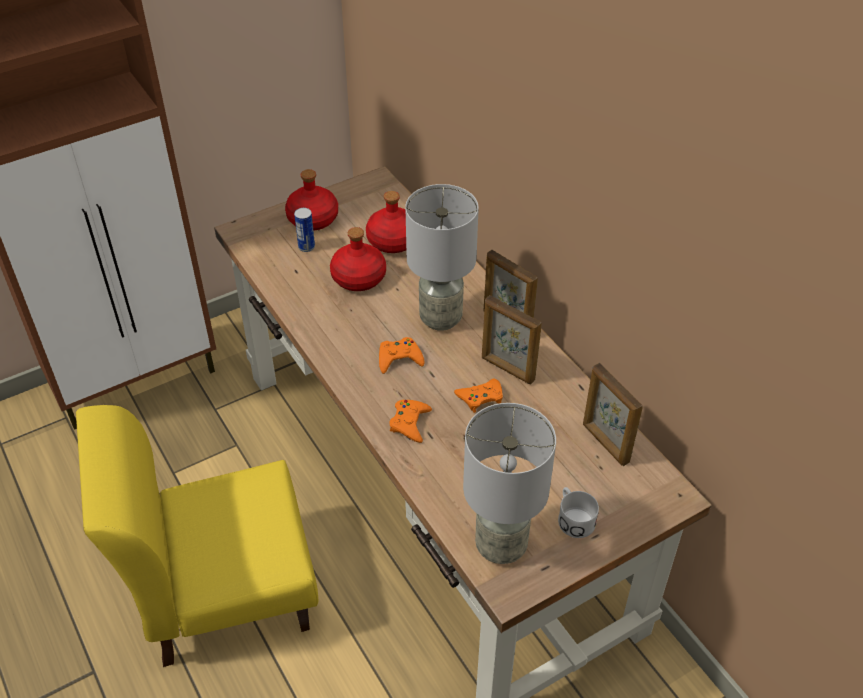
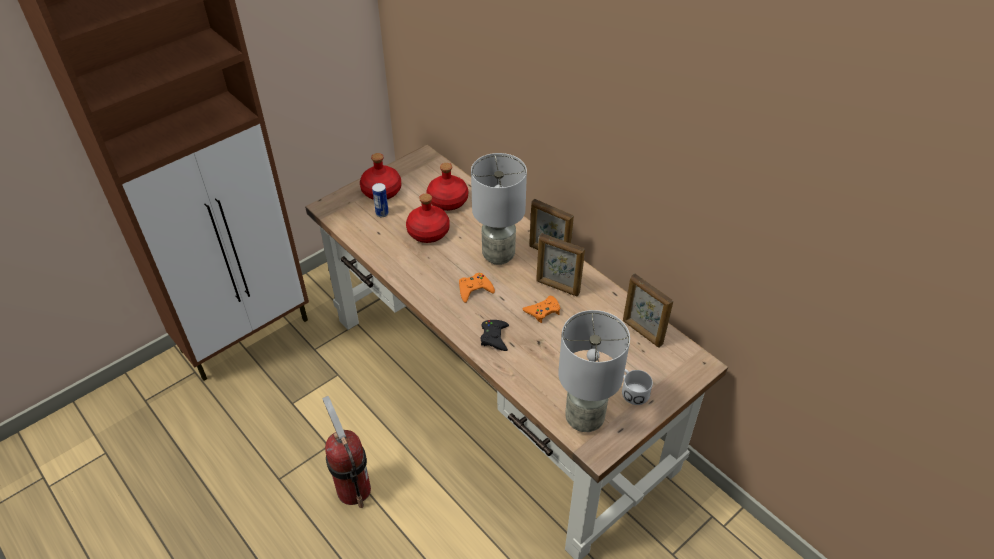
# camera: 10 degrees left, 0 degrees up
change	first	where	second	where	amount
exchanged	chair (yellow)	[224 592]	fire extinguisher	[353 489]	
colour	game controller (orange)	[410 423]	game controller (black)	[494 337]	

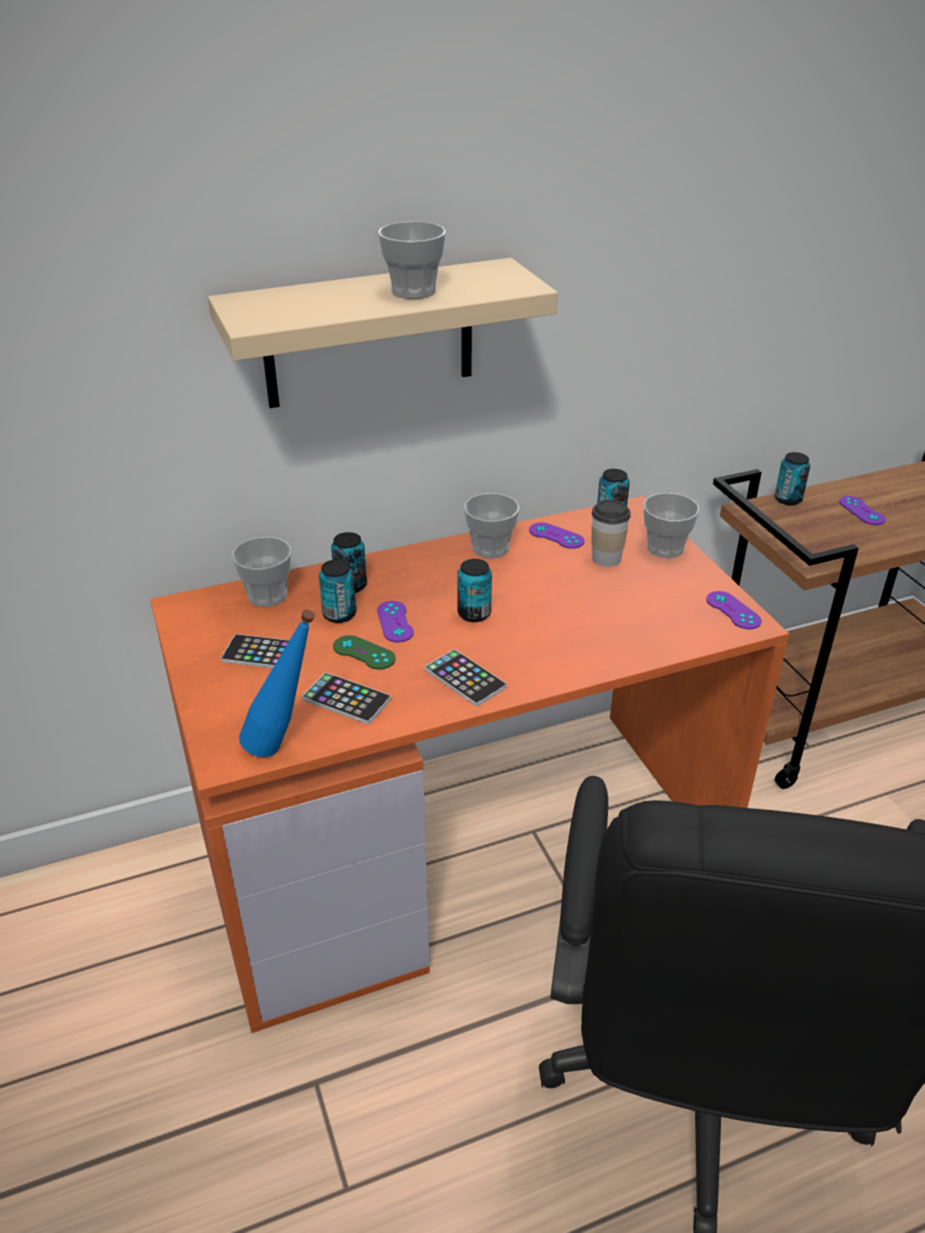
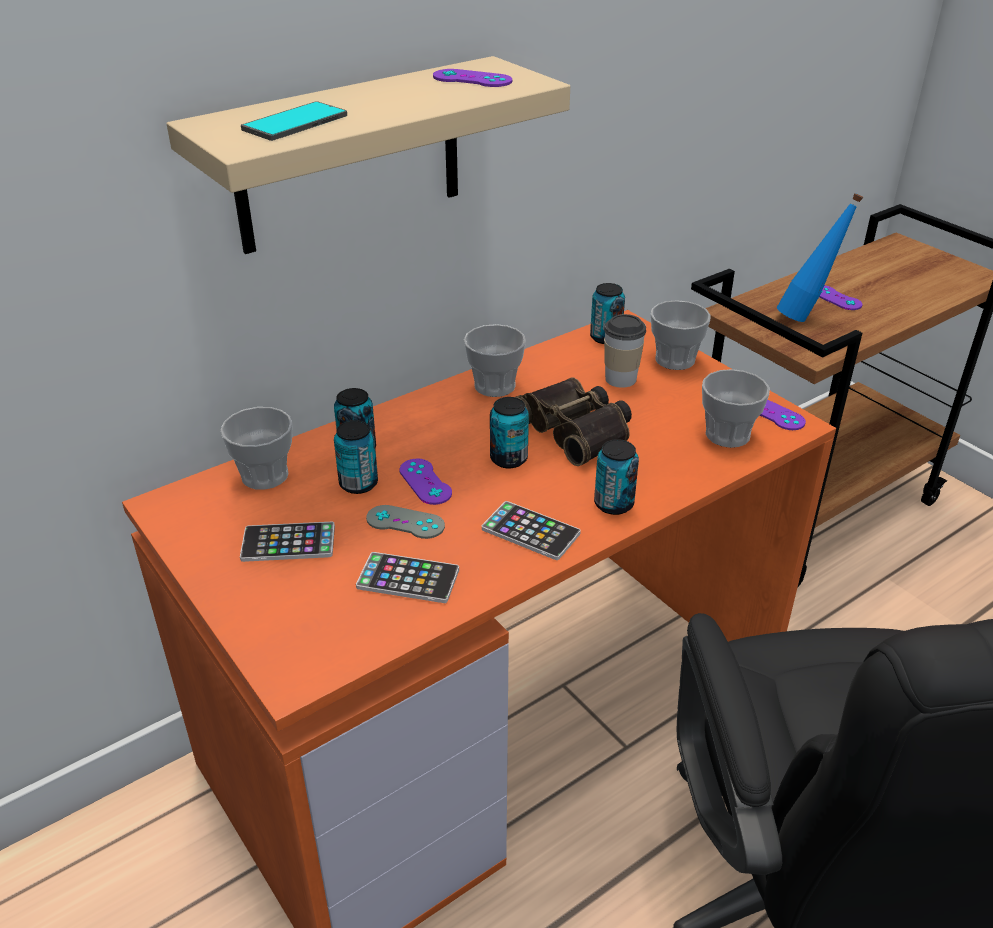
# camera: 15 degrees left, 0 degrees up
change	first	where	second	where	amount
relocated	bottle (blue)	[285 747]		[806 316]	
colour	game controller (green)	[364 653]	game controller (grey)	[405 522]	
relocated	cup	[413 291]		[727 435]	
relocated	game controller (purple)	[556 536]		[472 79]	
relocated	can	[788 499]		[613 504]	
appeared			phone	[295 123]	
appeared			binoculars	[577 429]	

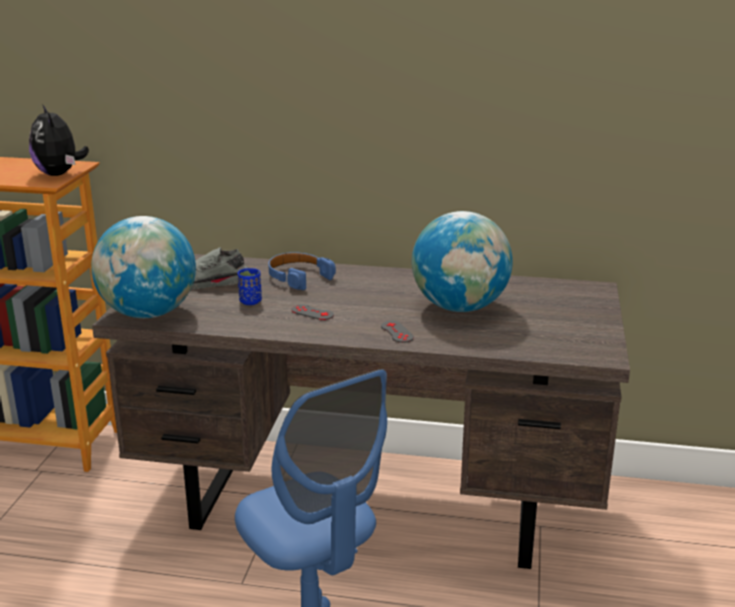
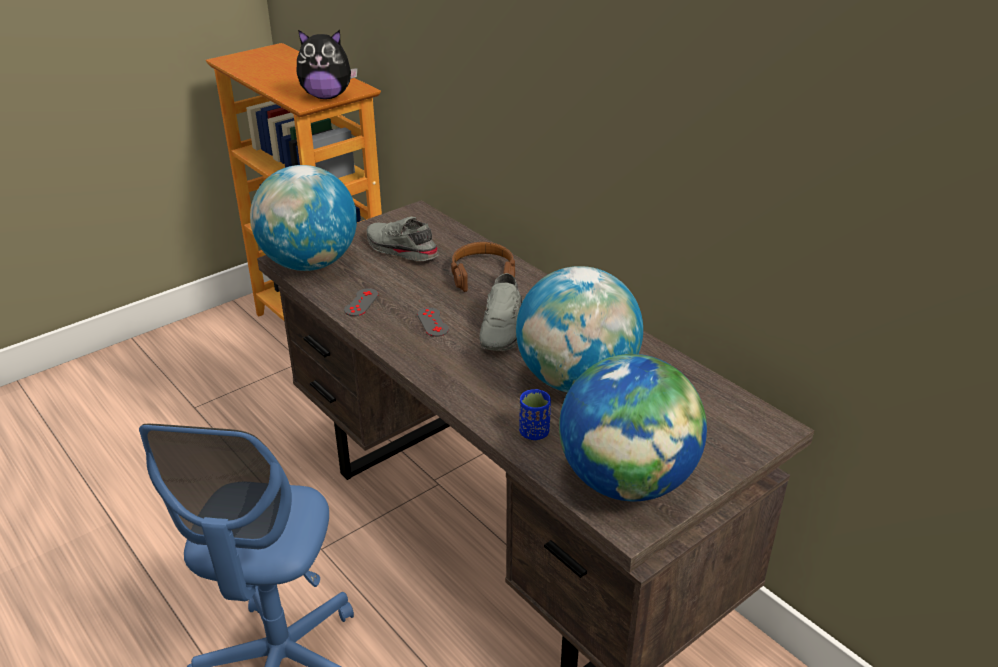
# camera: 40 degrees right, 10 degrees up
change	first	where	second	where	amount
spun	plush toy	[60 174]		[327 96]	105 degrees counterclockwise
relocated	cup (blue)	[250 301]		[534 432]	
colour	headphones (blue)	[298 277]	headphones (brown)	[483 274]	
relocated	game controller (grey)	[397 332]		[361 302]	
appeared			shoe (grey)	[504 329]	
appeared			globe	[627 481]	

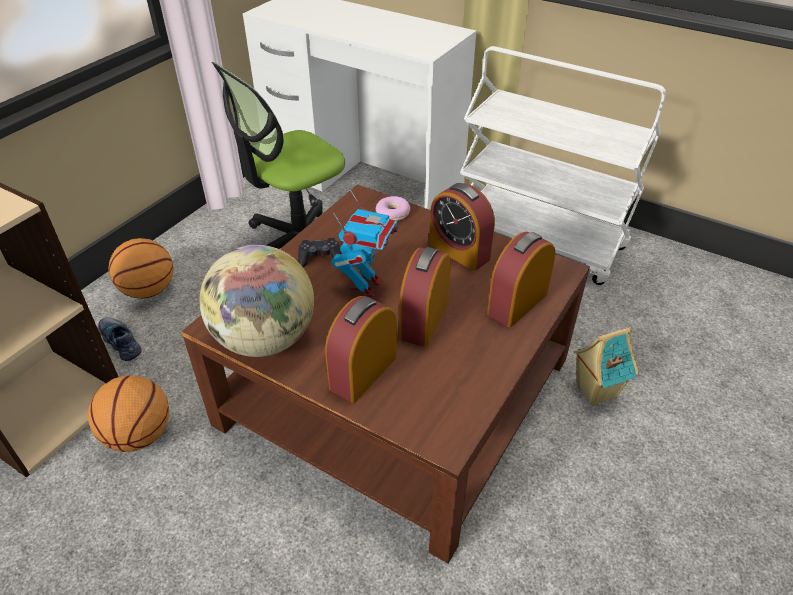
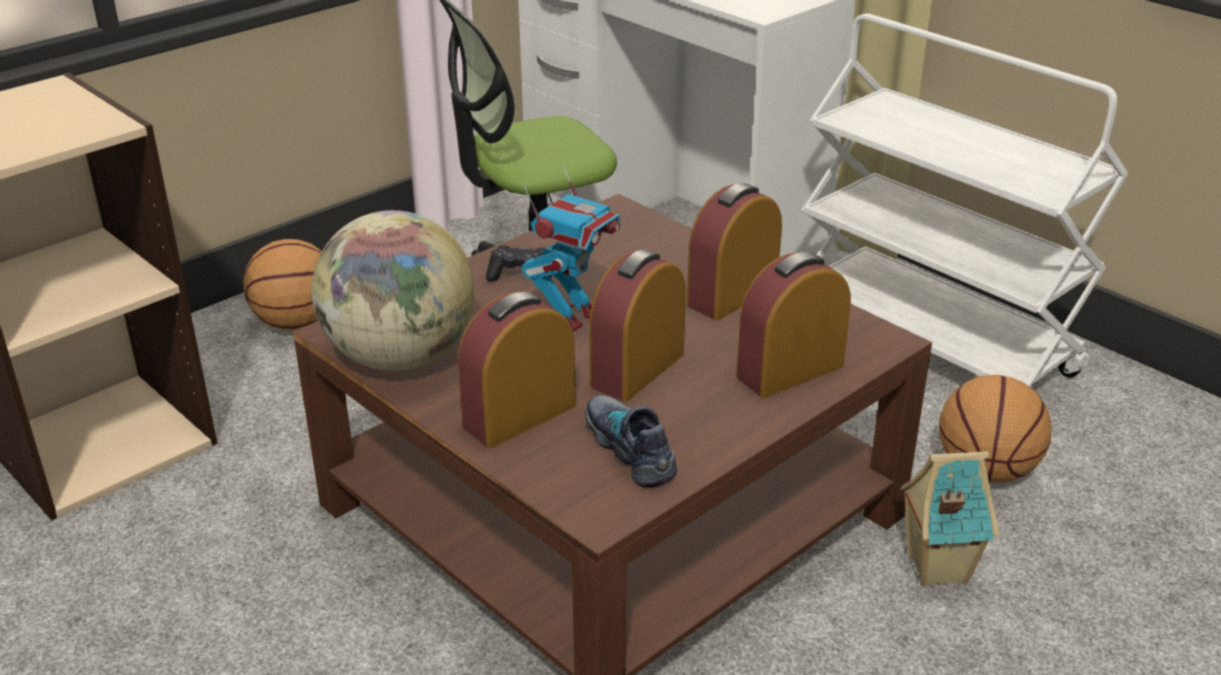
# camera: 15 degrees right, 10 degrees down
change	first	where	second	where	amount
relocated	basketball	[139 436]		[987 471]	
relocated	shoe	[121 341]		[631 449]	
missing	donut	[393 214]			
spun	alarm clock	[459 251]		[732 295]	75 degrees clockwise

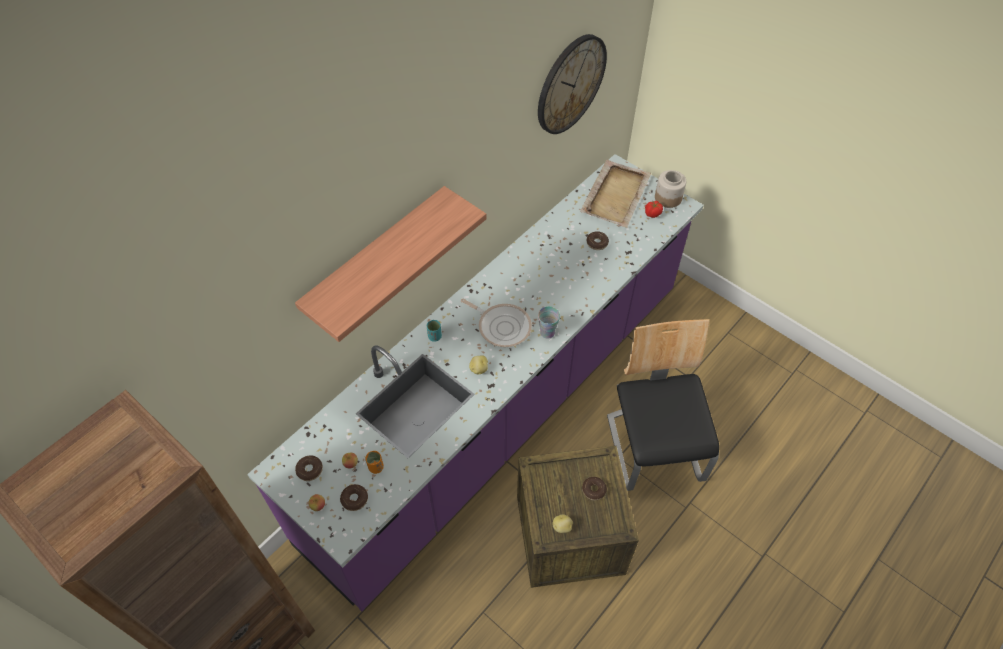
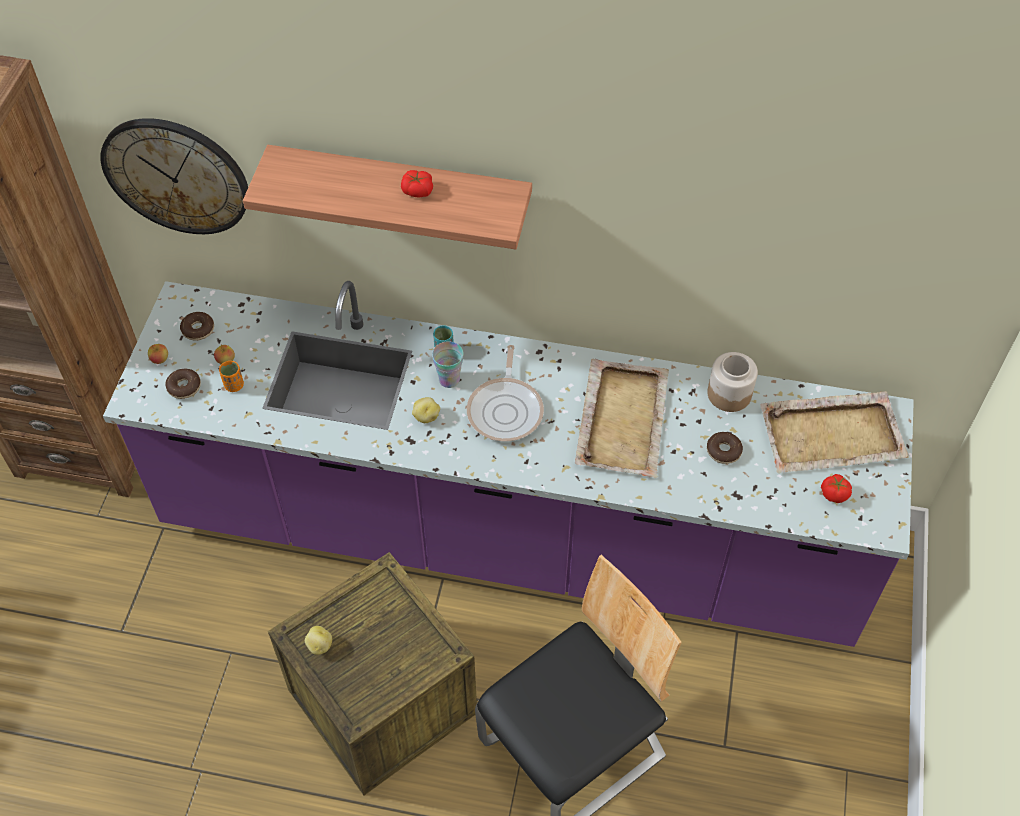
# camera: 60 degrees right, 0 degrees up
change	first	where	second	where	amount
relocated	wall clock	[570 84]		[176 175]	
relocated	cup	[547 332]		[449 379]	
missing	donut	[593 490]			
relocated	jar	[667 198]		[729 393]	
appeared			tomato	[417 190]	
appeared			tray (beige)	[623 419]	

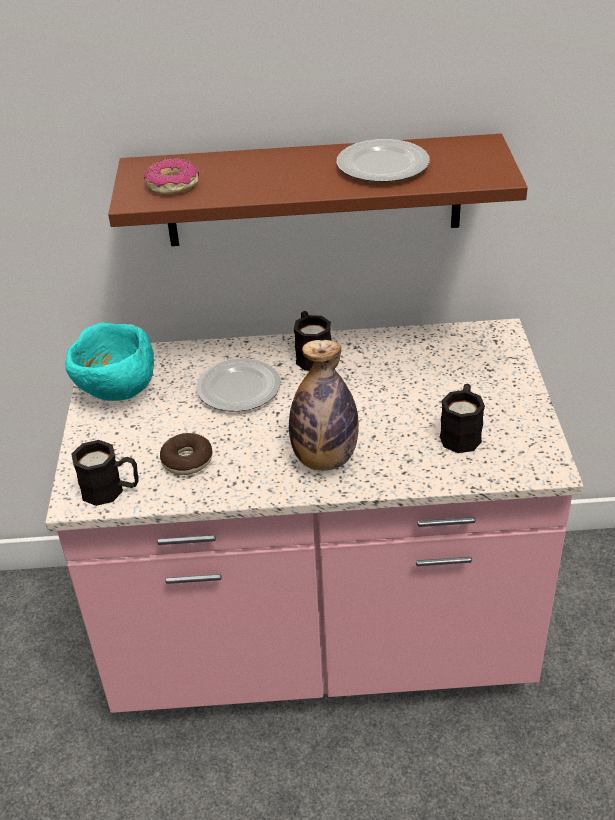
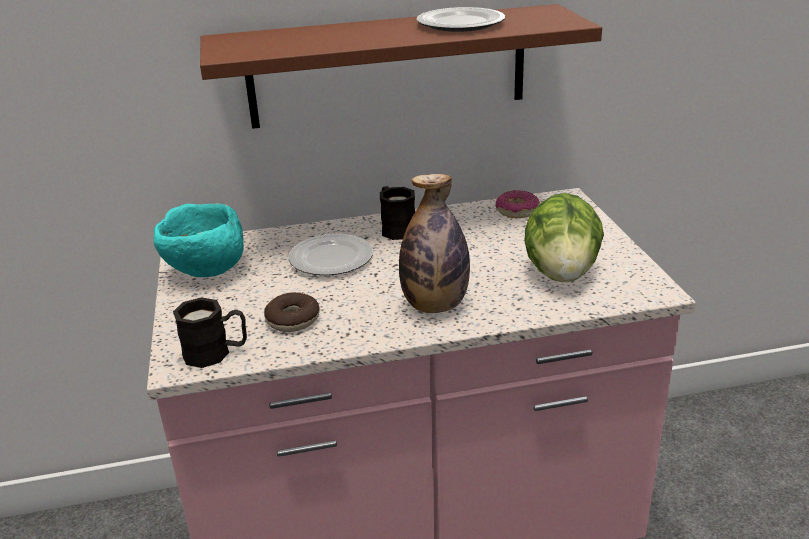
# camera: 10 degrees left, 10 degrees down
change	first	where	second	where	amount
relocated	donut	[172 185]		[517 211]	
exchanged	mug (black)	[461 433]	lettuce	[562 272]	

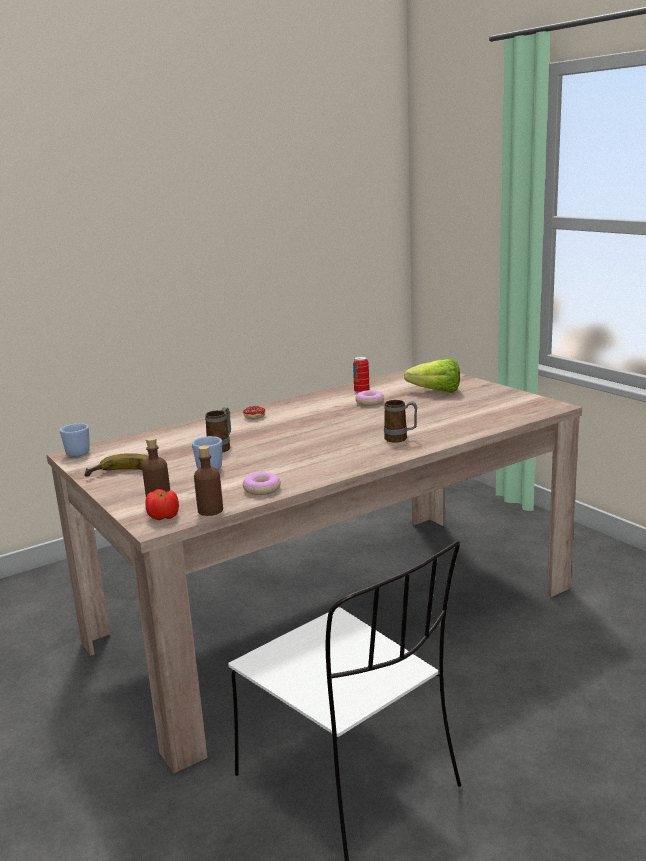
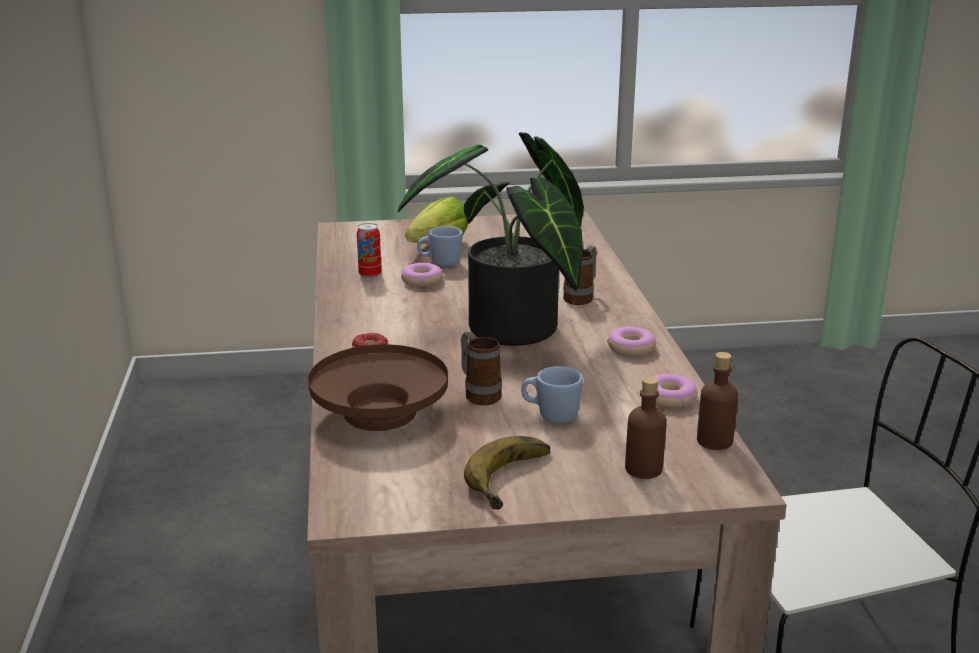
# camera: 65 degrees left, 5 degrees up
change	first	where	second	where	amount
relocated	mug (blue)	[76 452]		[440 263]	
missing	tomato	[164 516]			
appeared			bowl (brown)	[380 414]	
appeared			potted plant	[512 334]	
appeared			donut	[631 348]	

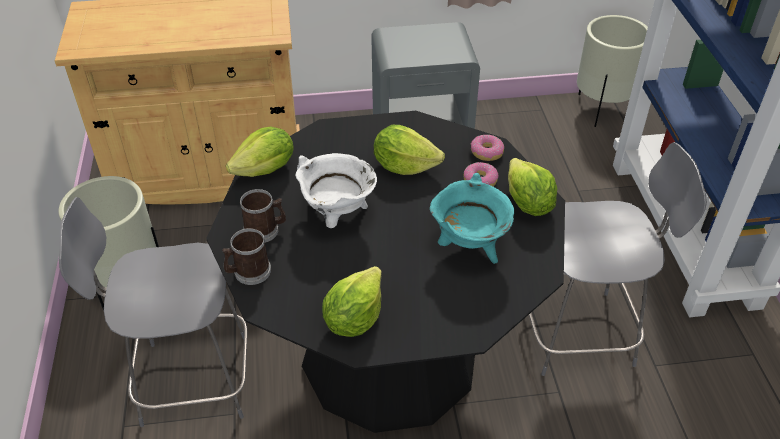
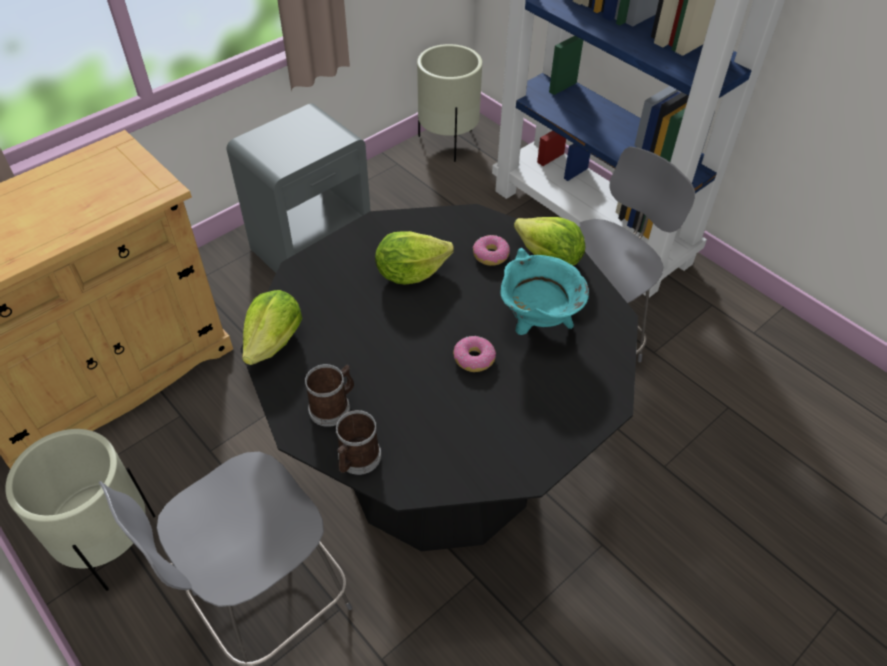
# camera: 35 degrees left, 5 degrees up
change	first	where	second	where	amount
missing	cooking pot (white)	[337 216]			
missing	lettuce	[354 318]			
relocated	donut	[486 152]		[473 359]	

